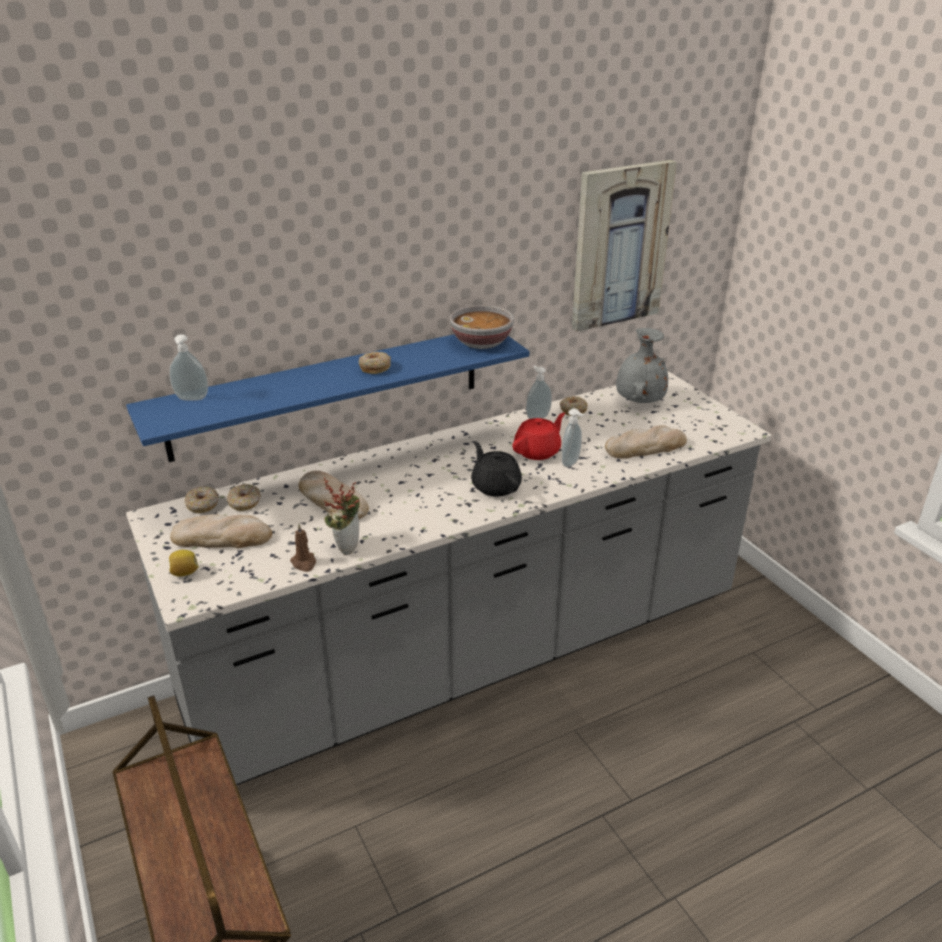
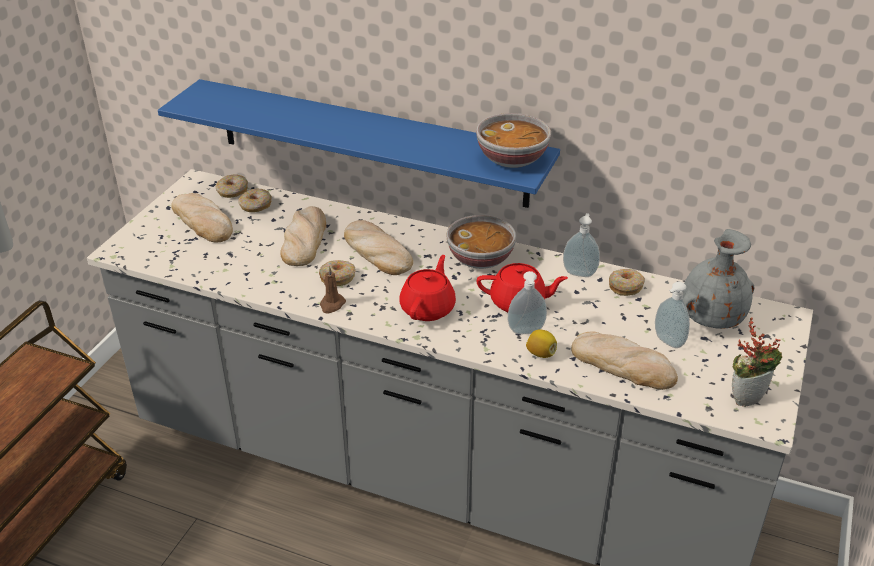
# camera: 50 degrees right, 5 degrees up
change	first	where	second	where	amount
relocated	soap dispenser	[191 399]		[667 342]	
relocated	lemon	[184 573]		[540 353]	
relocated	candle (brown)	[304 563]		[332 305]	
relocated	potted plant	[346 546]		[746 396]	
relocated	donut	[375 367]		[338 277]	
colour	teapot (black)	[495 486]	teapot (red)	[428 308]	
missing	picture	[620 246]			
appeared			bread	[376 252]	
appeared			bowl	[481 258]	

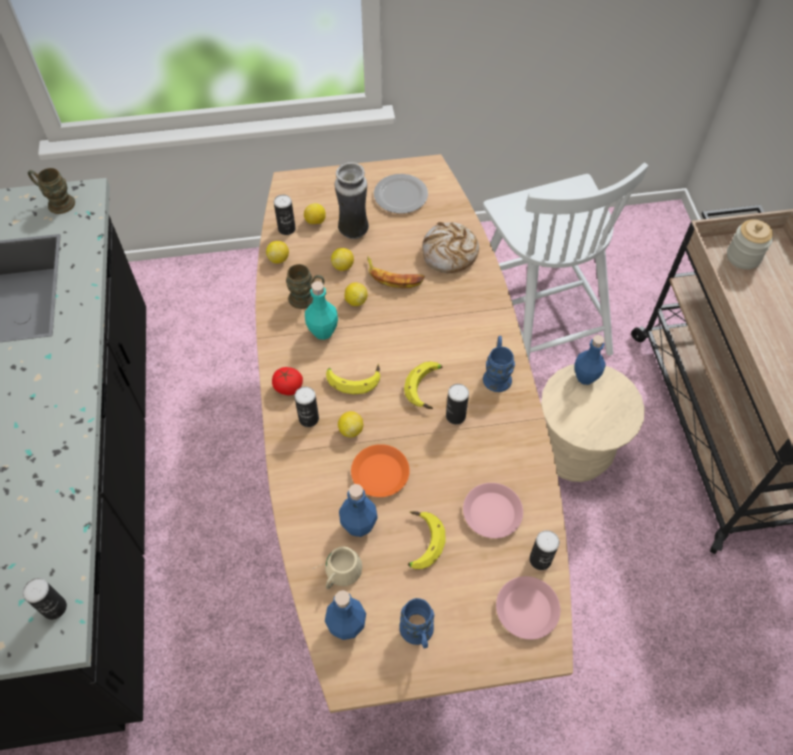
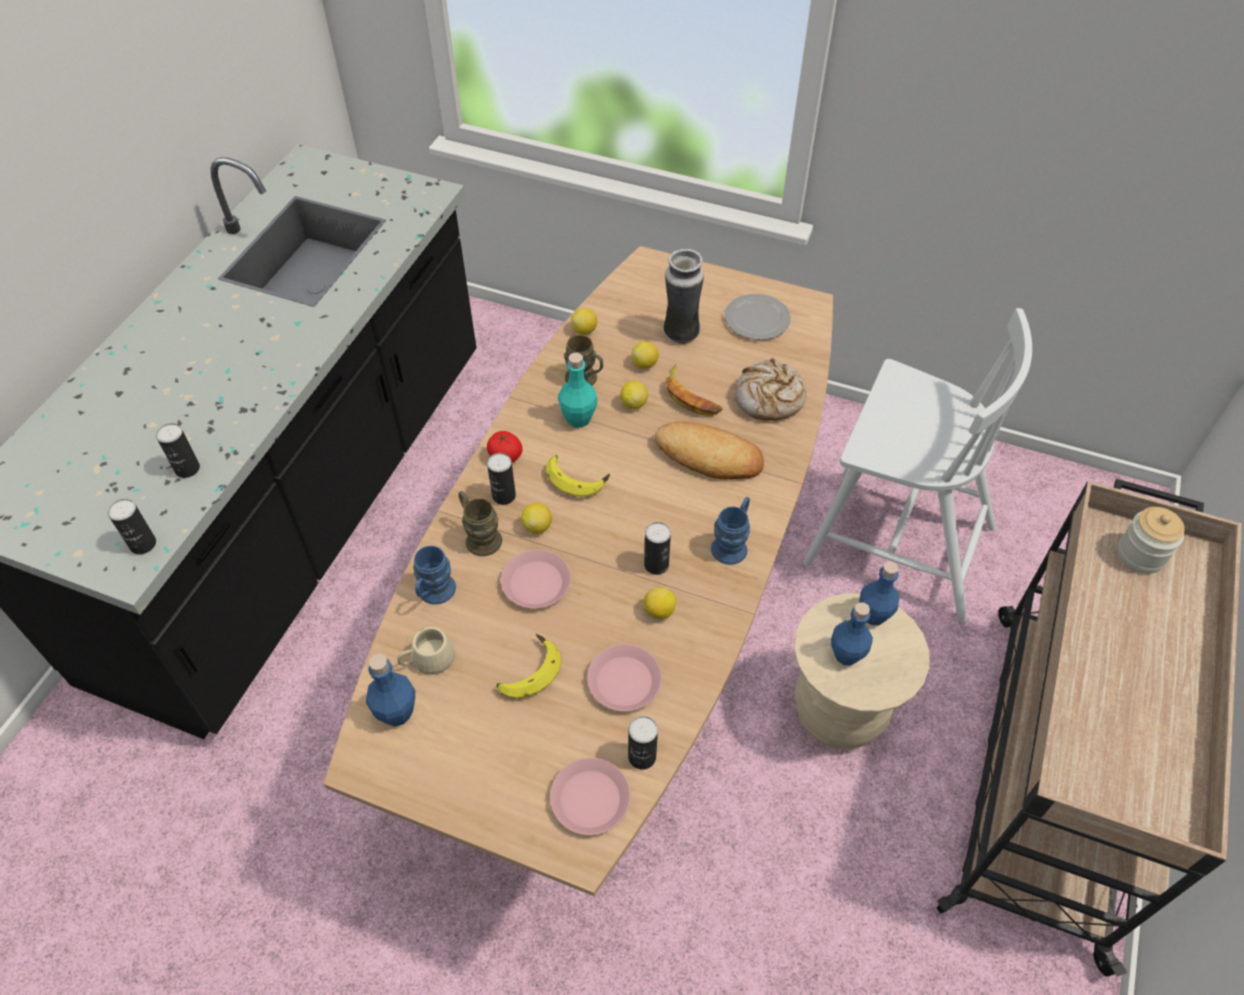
# camera: 30 degrees right, 5 degrees down
change	first	where	second	where	amount
relocated	mug (brown)	[56 202]		[479 536]	
relocated	can	[286 229]		[187 469]	
relocated	lemon	[315 221]		[659 611]	
relocated	bottle (blue)	[359 526]		[846 655]	
colour	plate (orange)	[380 473]	plate (pink)	[536 583]	
relocated	mug (blue)	[418 634]		[434 594]	
missing	banana	[427 388]			
spun	chair (white)	[539 317]		[896 543]	75 degrees counterclockwise
appeared			bread	[709 456]	

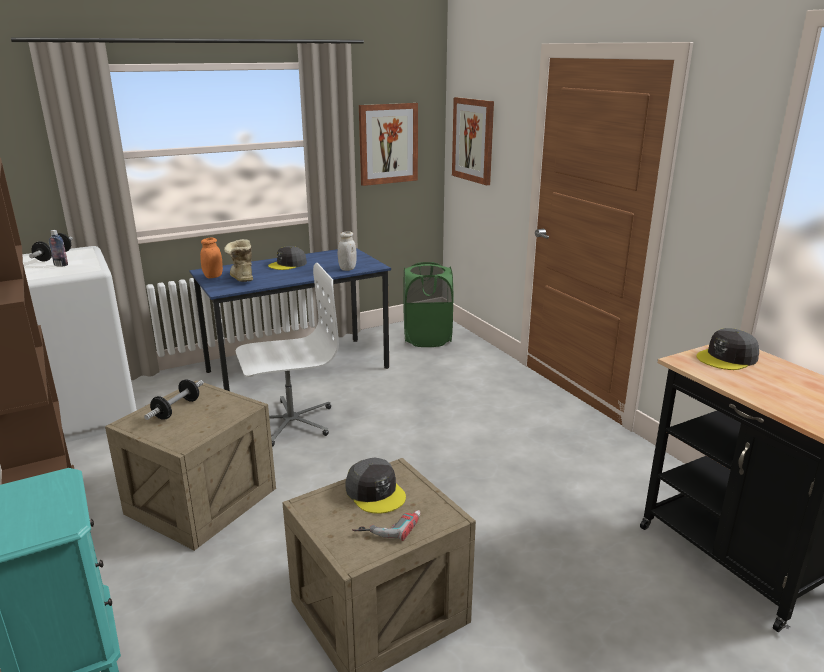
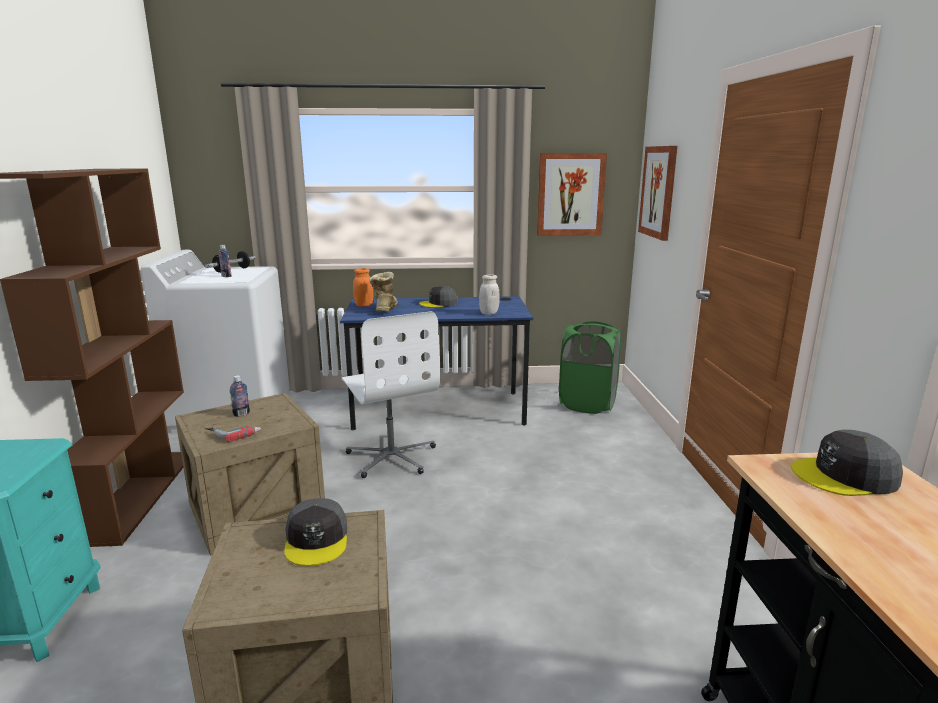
# camera: 25 degrees right, 5 degrees down
change	first	where	second	where	amount
exchanged	dumbbell	[177 409]	bottle	[241 414]	
spun	office chair (white)	[290 422]		[392 456]	60 degrees clockwise
relocated	power drill	[388 525]		[233 432]	

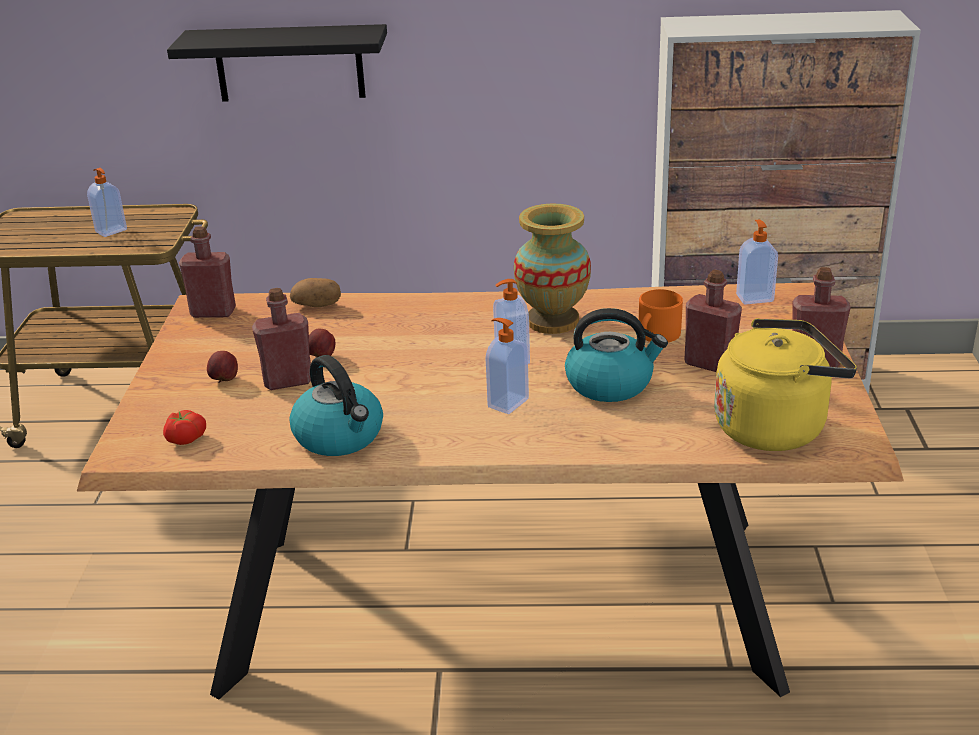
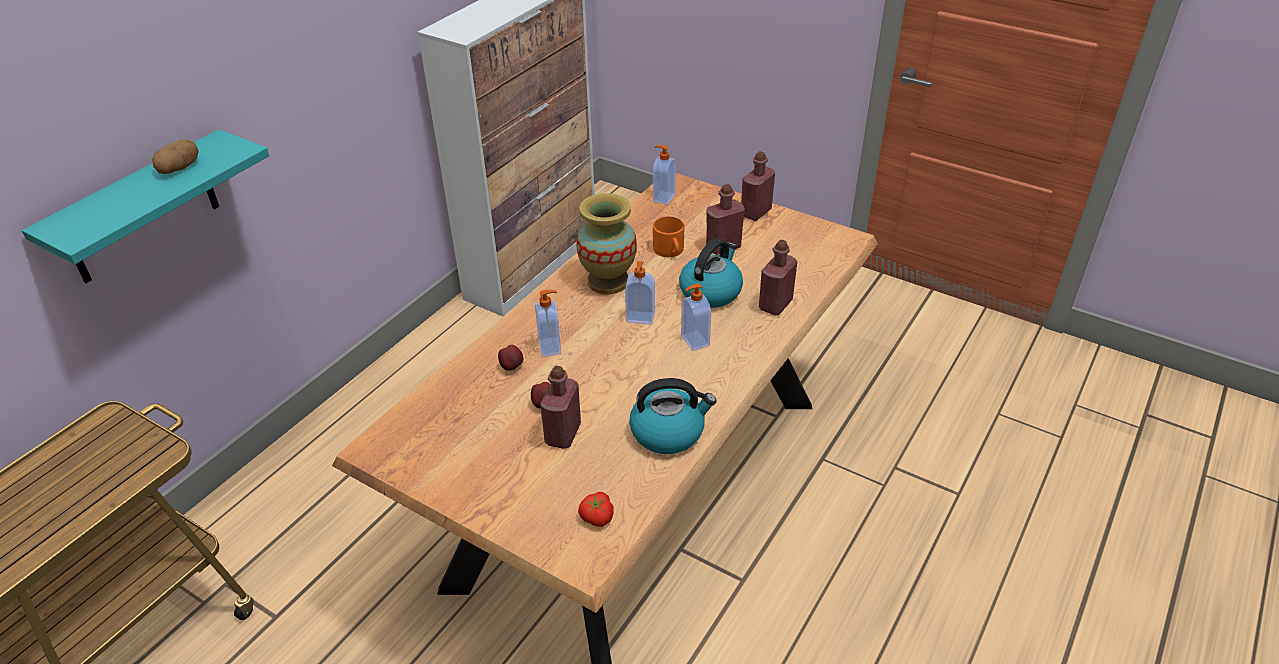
# camera: 60 degrees left, 10 degrees up
change	first	where	second	where	amount
relocated	soap dispenser	[111 231]		[551 347]	
colour	shelf (black)	[289 63]	shelf (turquoise)	[141 209]	
relocated	bottle (red)	[213 312]		[775 305]	
relocated	apple	[224 380]		[512 367]	
relocated	potato	[317 305]		[179 168]	
missing	kettle (yellow)	[775 427]			

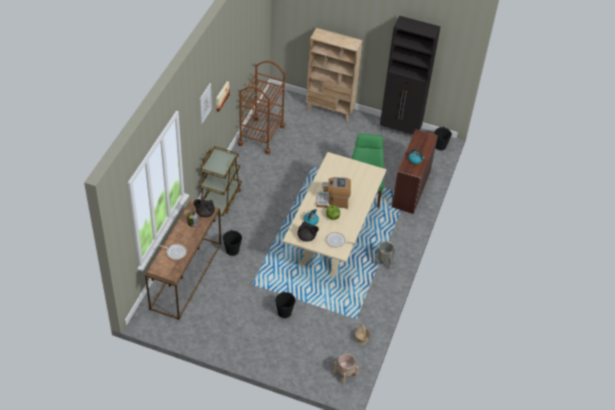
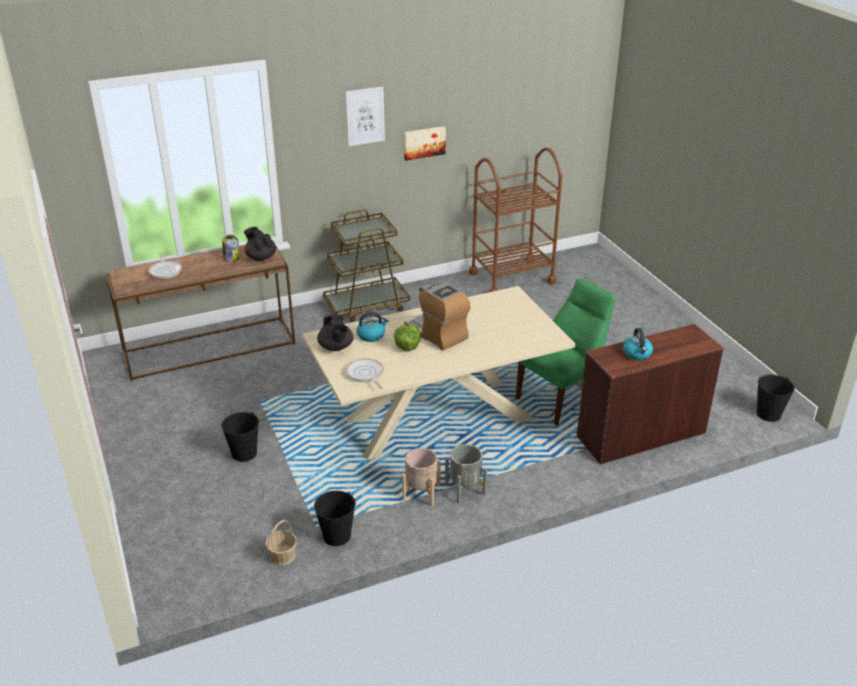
# camera: 50 degrees right, 15 degrees down
change	first	where	second	where	amount
relocated	bucket (black)	[232 250]		[336 535]	
missing	bookcase (beige)	[330 110]			
relocated	planter (beige)	[345 374]		[421 493]	
missing	cabinet (black)	[400 131]			

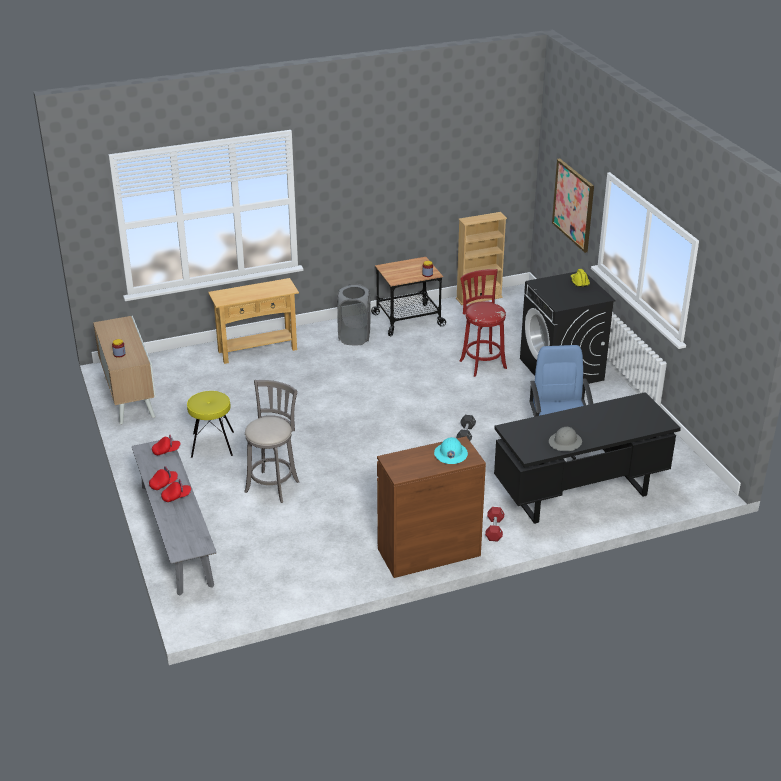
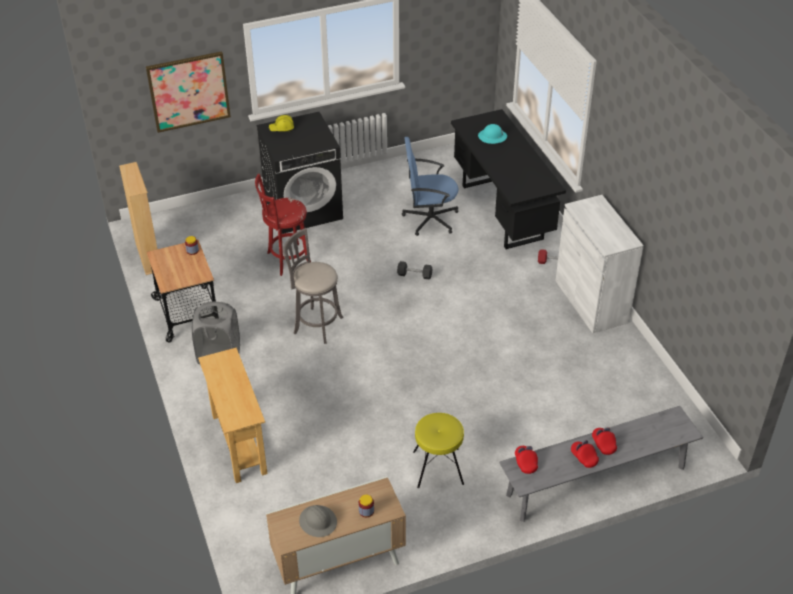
# camera: 90 degrees left, 10 degrees up
change	first	where	second	where	amount
relocated	stool (grey)	[273 485]		[315 324]	
colour	cabinet (brown)	[429 552]	cabinet (white)	[591 301]	
relocated	hard hat (turquoise)	[450 454]		[492 137]	
relocated	hard hat (grey)	[565 442]		[318 521]	

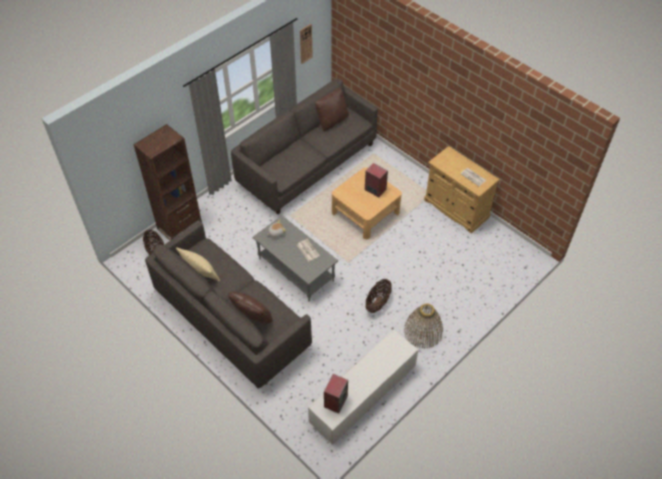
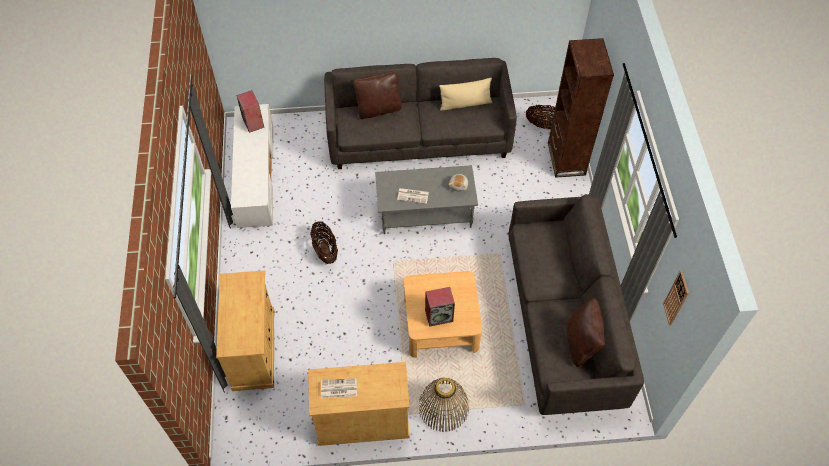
# camera: 130 degrees right, 5 degrees up
change	first	where	second	where	amount
relocated	basket	[423 332]		[443 407]	
appeared			cabinet (beige)	[254 349]	

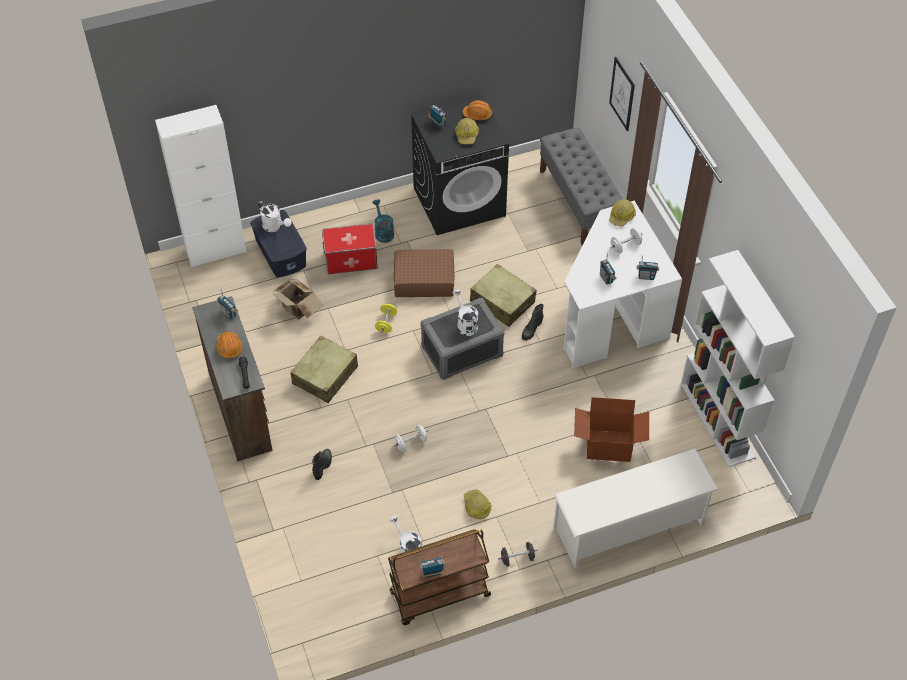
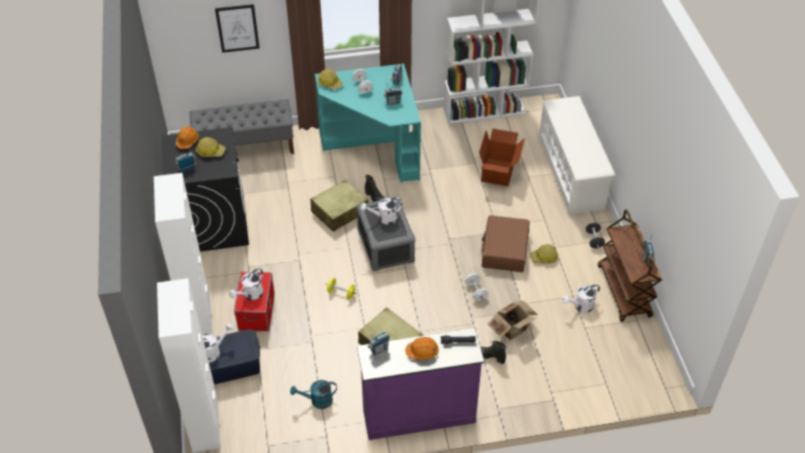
# camera: 80 degrees left, 5 degrees down
change	first	where	second	where	amount
colour	dresser (brown)	[241 411]	dresser (purple)	[418 415]	
relocated	cardboard box	[297 309]		[513 329]	
relocated	watering can (turquoise)	[383 232]		[317 401]	
relocated	suitcase (brown)	[423 280]		[504 250]	
colour	desk (white)	[610 316]	desk (turquoise)	[373 150]	
appeared			cabinet (white)	[198 318]	
appeared			watering can (white)	[250 295]	

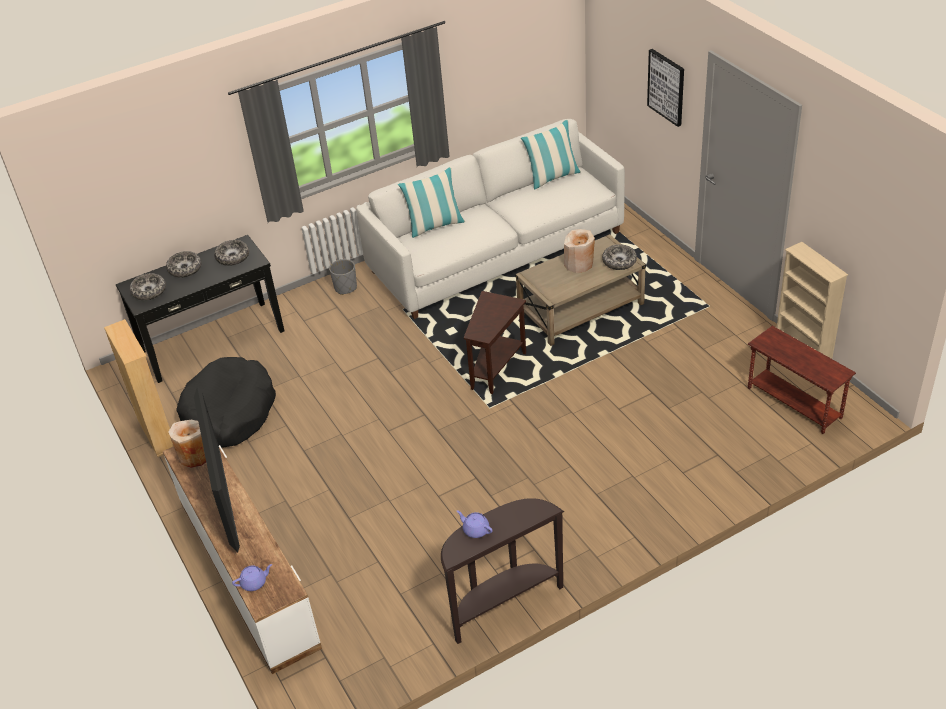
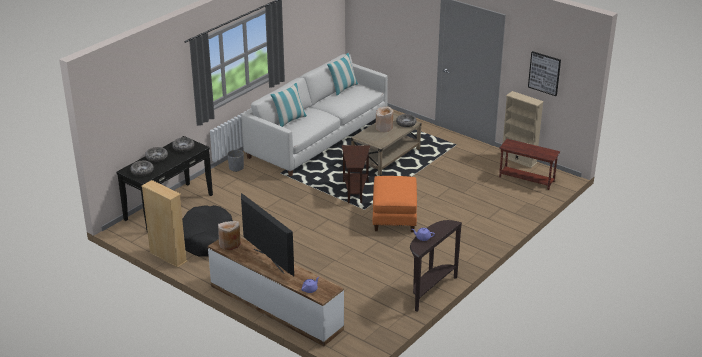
# camera: 25 degrees left, 10 degrees down
change	first	where	second	where	amount
relocated	picture	[666 87]		[544 73]	
appeared			ottoman (orange)	[395 217]	

